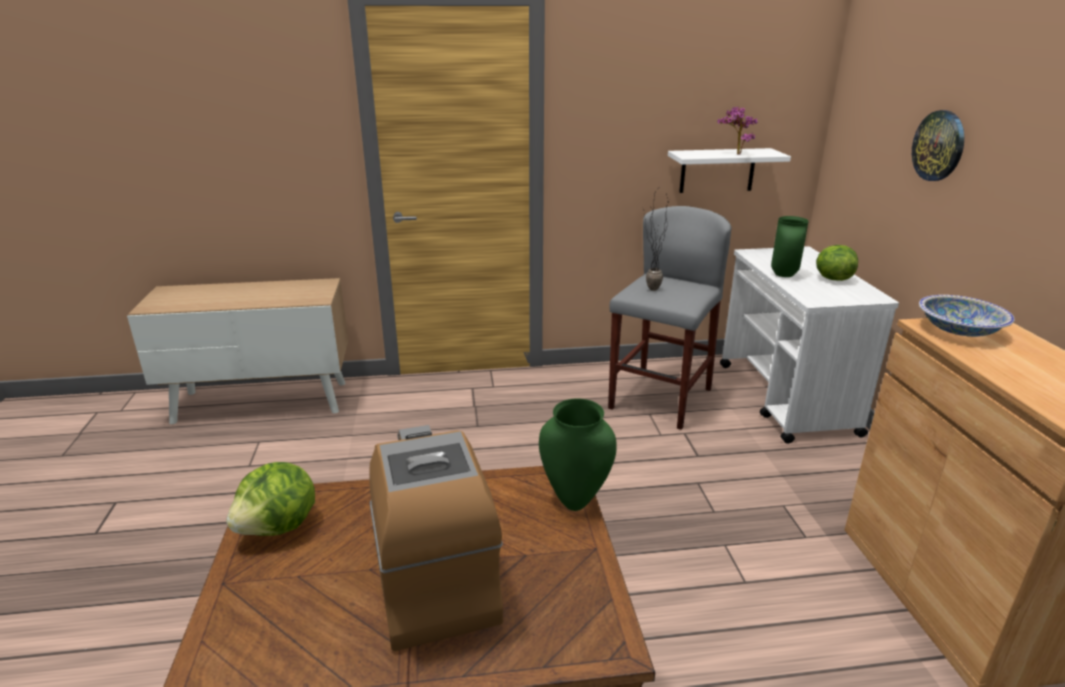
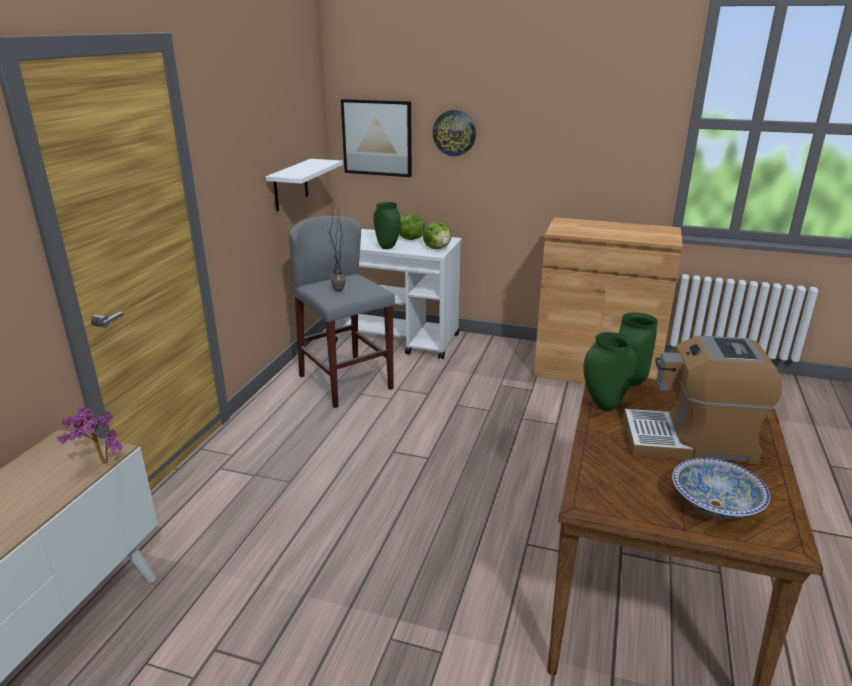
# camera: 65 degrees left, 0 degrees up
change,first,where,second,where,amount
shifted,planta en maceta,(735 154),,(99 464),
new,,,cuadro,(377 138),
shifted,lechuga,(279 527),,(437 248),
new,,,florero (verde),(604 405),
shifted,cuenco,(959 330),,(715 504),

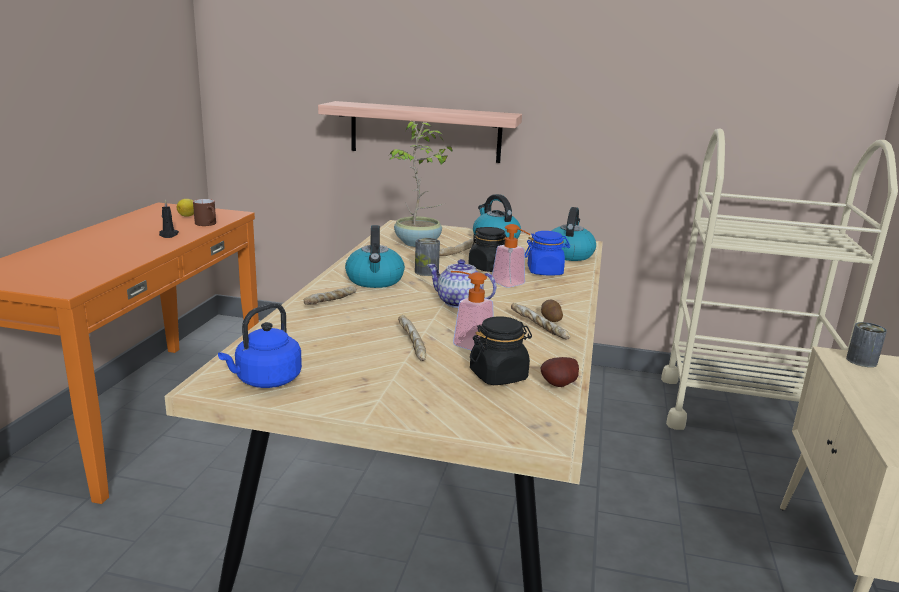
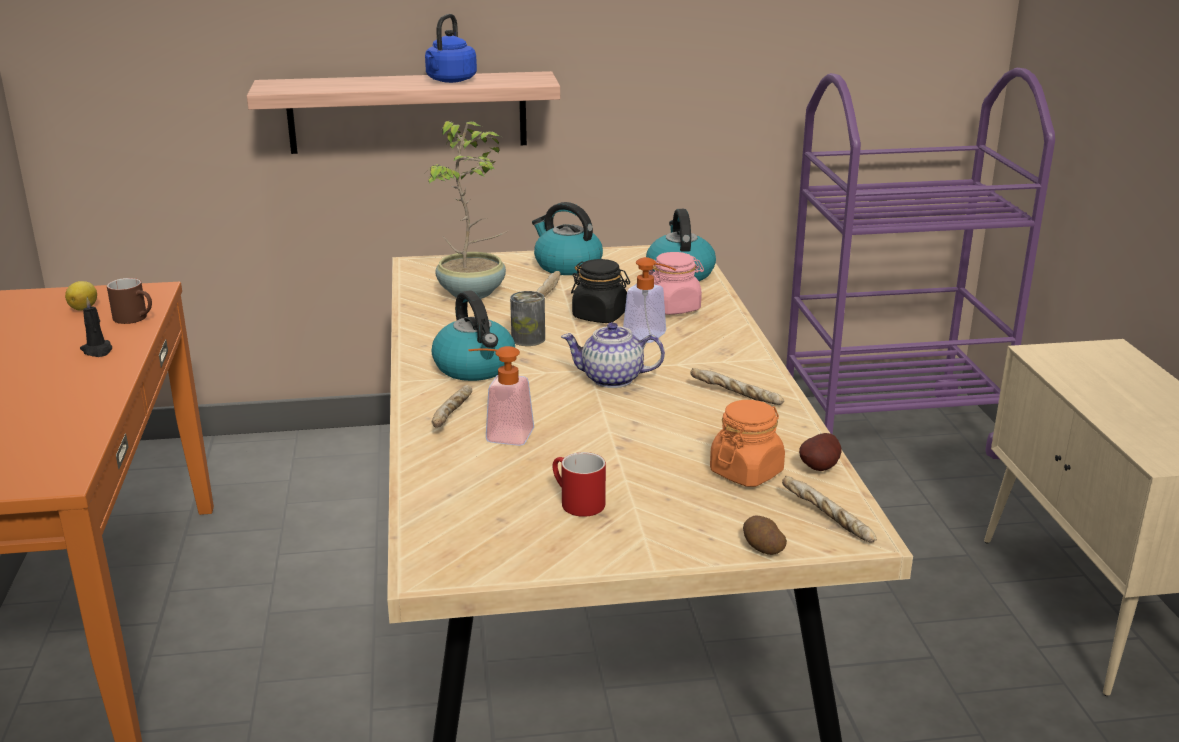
# camera: 20 degrees left, 5 degrees up
change,first,where,second,where,amount
shifted,hervidor (azul),(265 381),,(450 80),
shifted,dispensador de jabón,(467 343),,(501 435),
new,,,taza grande (rojo),(575 502),
repainted,tarro (azul),(545 272),tarro (rosa),(673 307),
repainted,tarro (negro),(498 375),tarro (naranja),(746 472),
shifted,patata,(550 319),,(762 547),
shifted,pan,(411 345),,(826 520),
repainted,carrito (beis),(740 411),carrito (morado),(888 429),
gone,lata,(861 361),,,

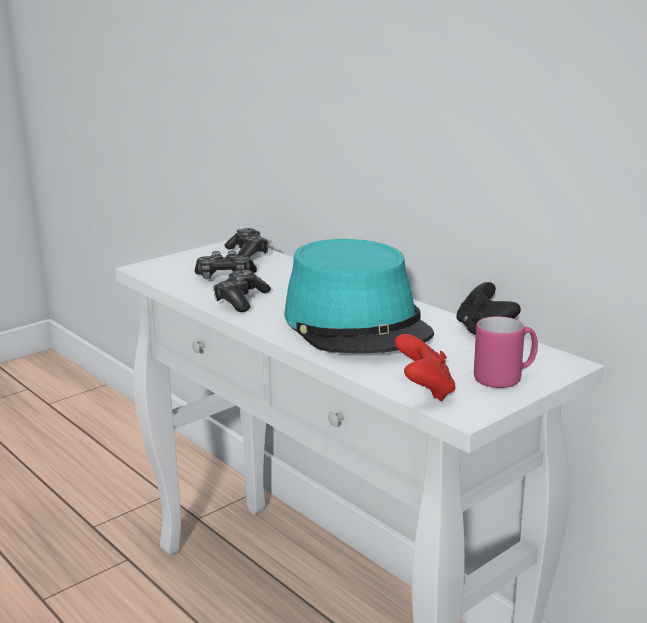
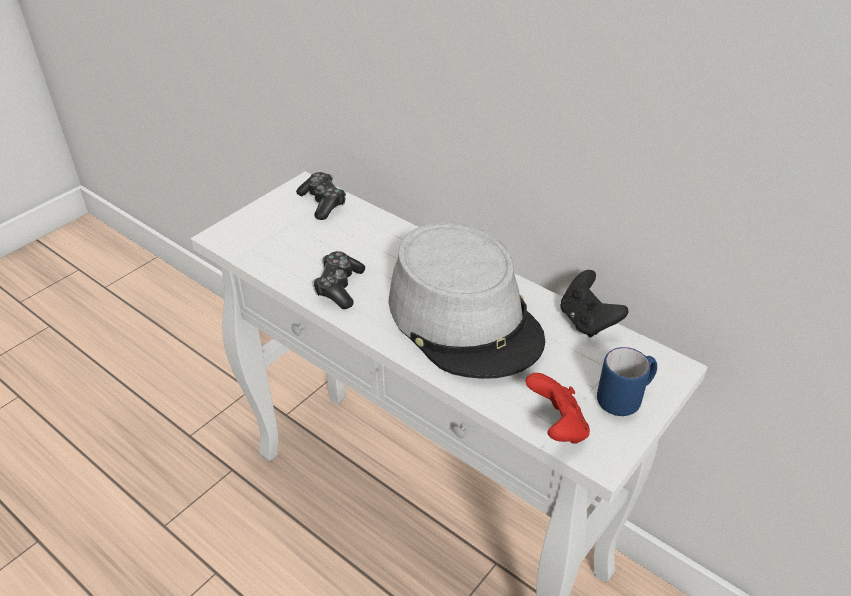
# camera: 10 degrees left, 20 degrees up
change,first,where,second,where,amount
repainted,sombrero (turquesa),(357 323),sombrero (gris),(464 318),
repainted,taza grande (rosa),(505 379),taza grande (azul),(625 398),
gone,mando de consola,(225 277),,,

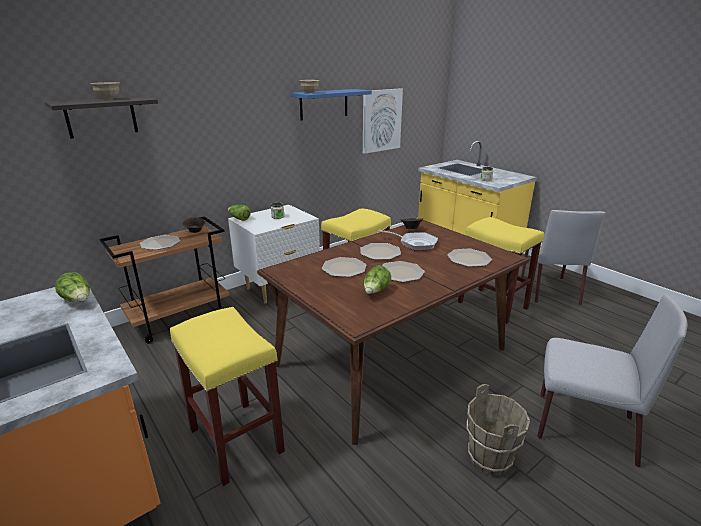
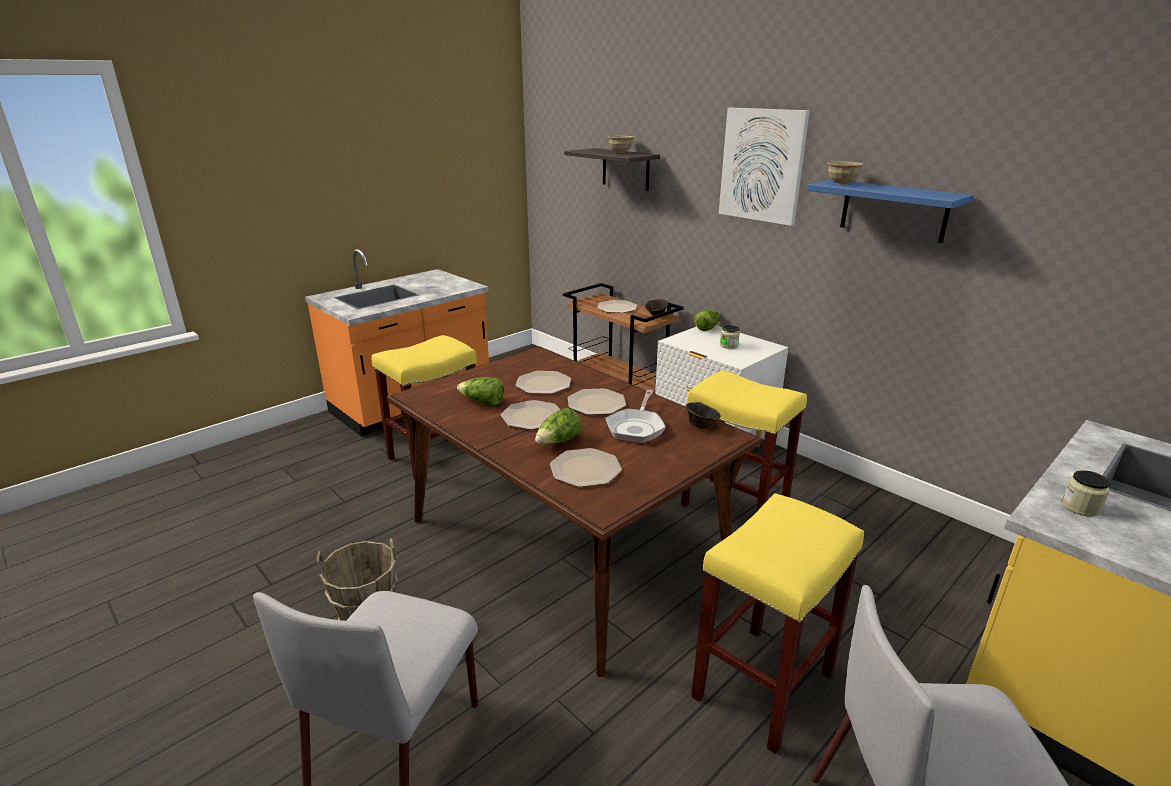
# camera: 85 degrees right, 0 degrees up
change,first,where,second,where,amount
shifted,lechuga,(78 300),,(558 442),
shifted,cuadro,(381 120),,(762 165),

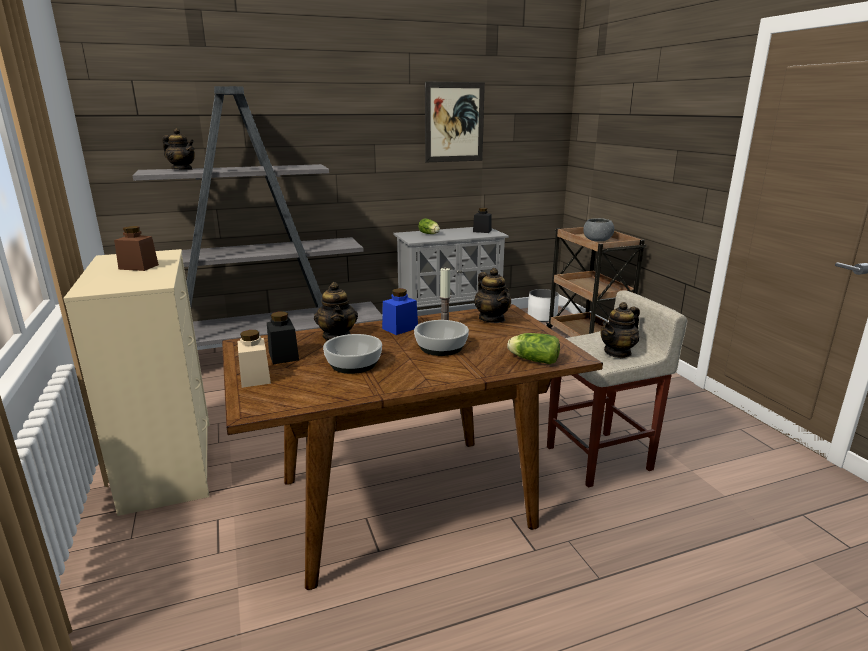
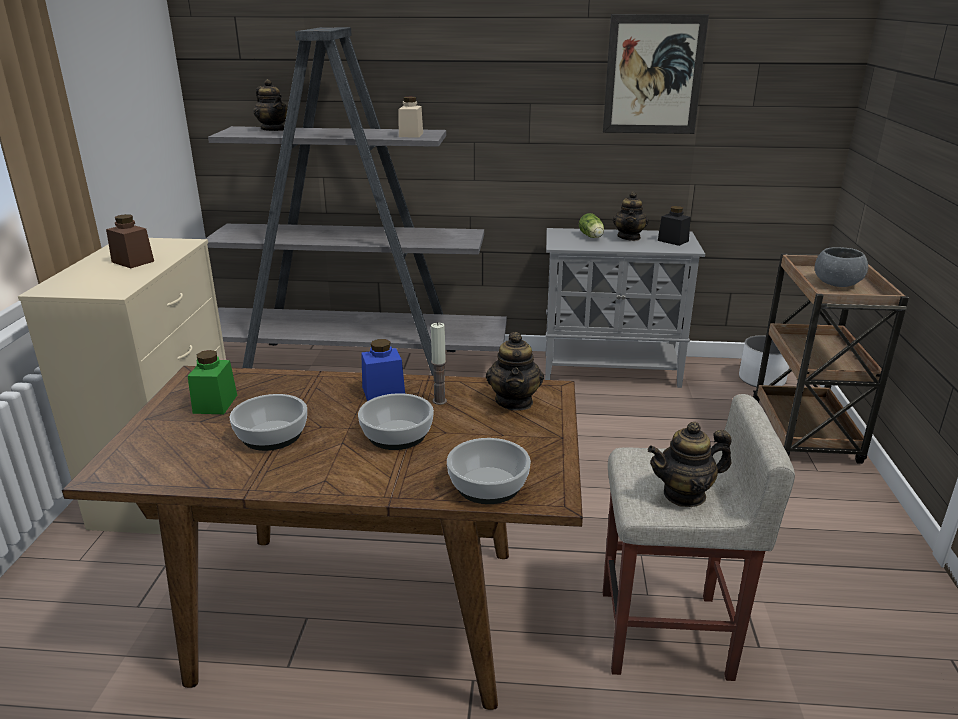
# camera: 25 degrees right, 5 degrees up
change,first,where,second,where,amount
repainted,tarro (negro),(283 356),tarro (verde),(215 404),
shifted,tarro (beis),(255 378),,(411 135),
swapped,lechuga,(532 360),cuenco,(488 486),
shifted,tetera,(337 336),,(629 237),

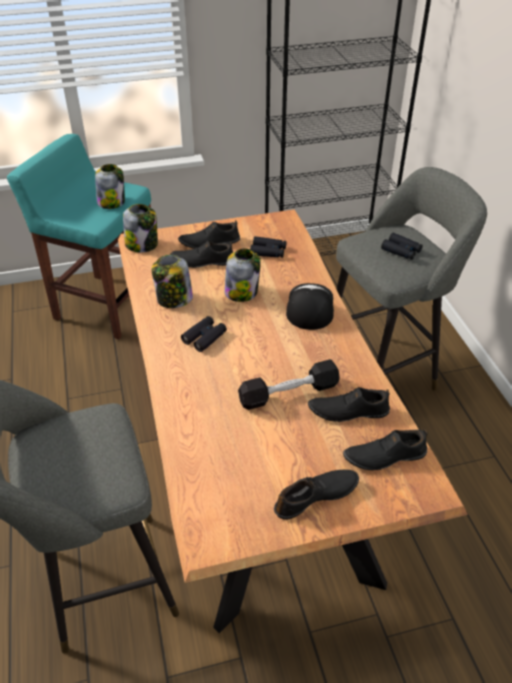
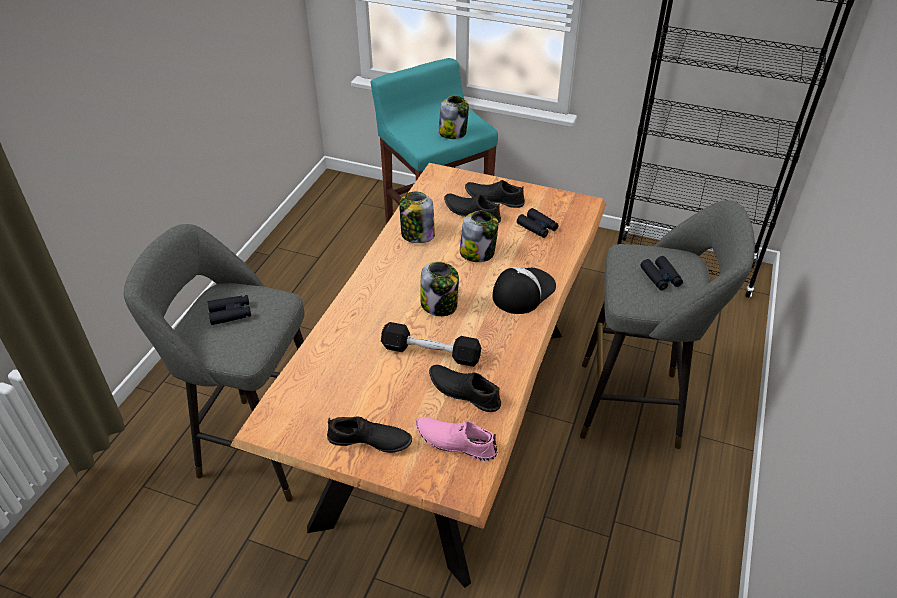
# camera: 35 degrees right, 0 degrees up
change,first,where,second,where,amount
shifted,prismáticos (negro),(204 337),,(230 313),
repainted,zapato (negro),(384 456),zapato (rosa),(456 442),
shifted,tarro,(142 244),,(440 305),

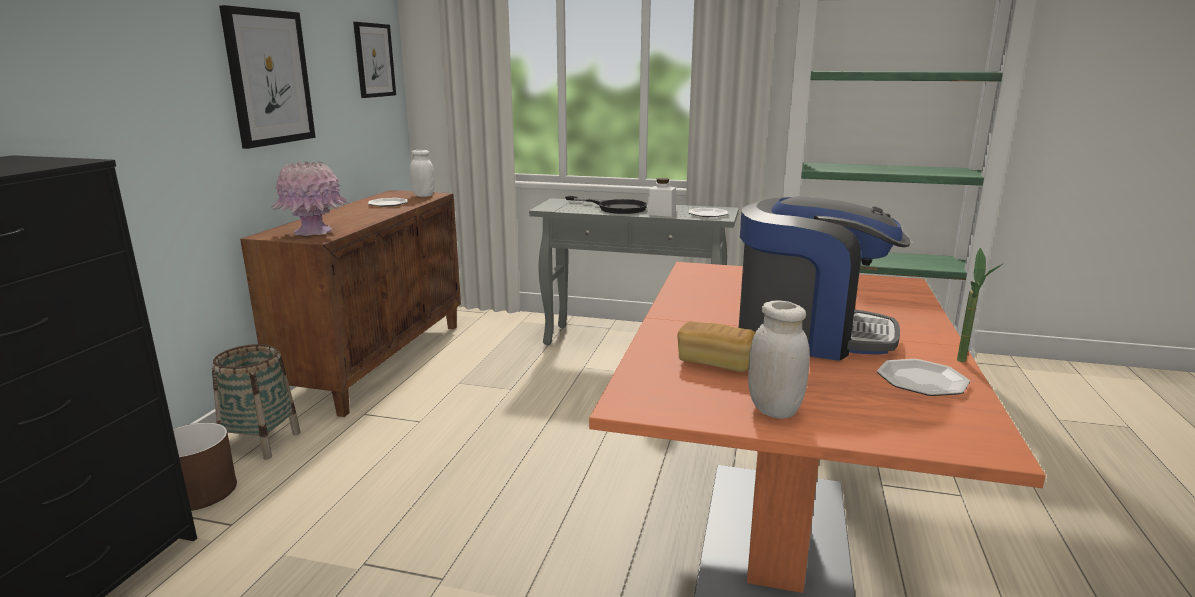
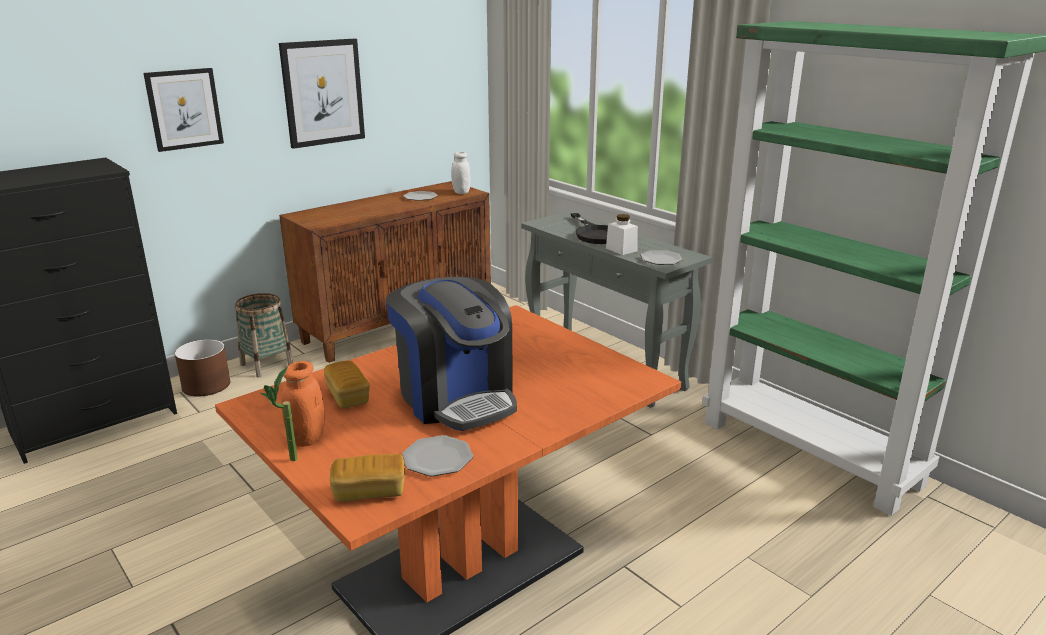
# camera: 35 degrees right, 5 degrees up
change,first,where,second,where,amount
shifted,cuadro,(374 60),,(184 109),
shifted,planta en maceta,(965 364),,(287 463),
repainted,tarro (blanco),(774 409),tarro (naranja),(306 438),
new,,,pan,(369 491),
gone,florero (rosa),(314 232),,,

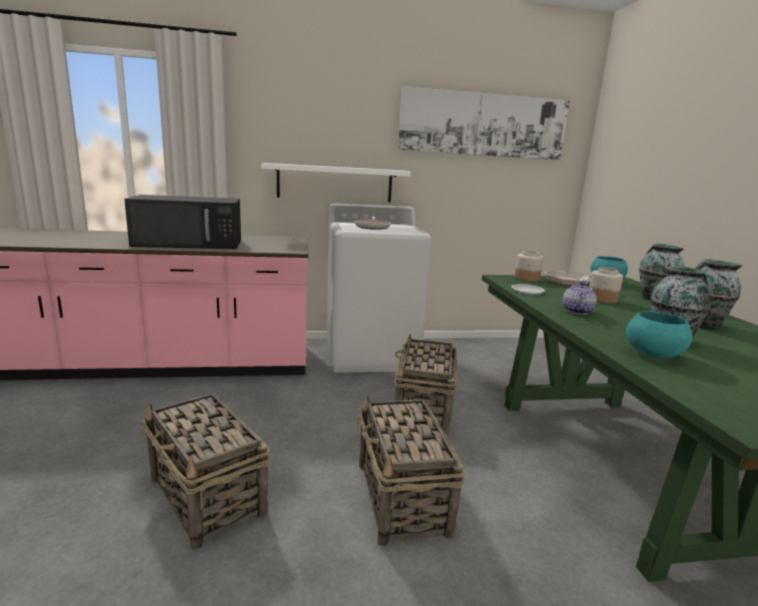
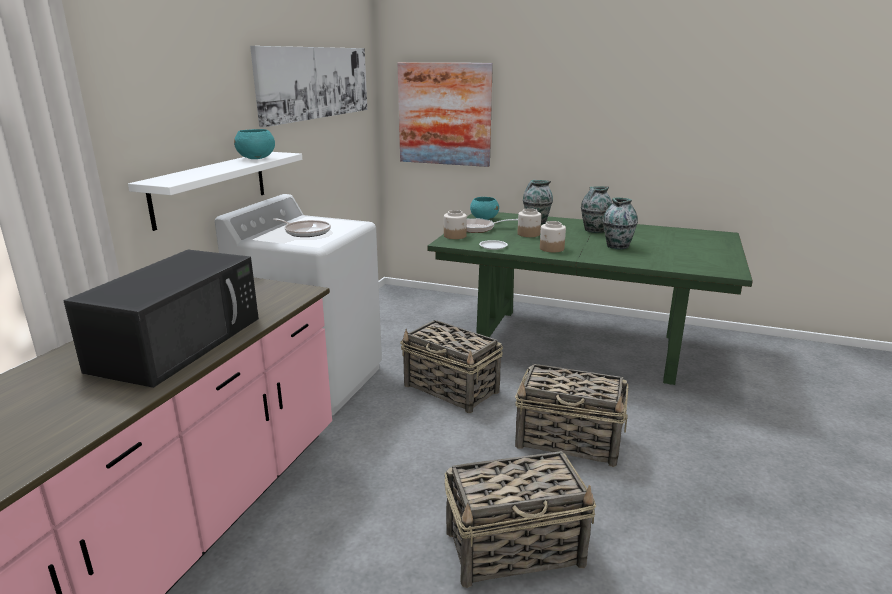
# camera: 60 degrees left, 5 degrees up
change,first,where,second,where,amount
shifted,cuenco (turquesa),(653 355),,(256 158),
new,,,cuadro,(444 114),
swapped,tetera,(576 311),tarro,(551 249),

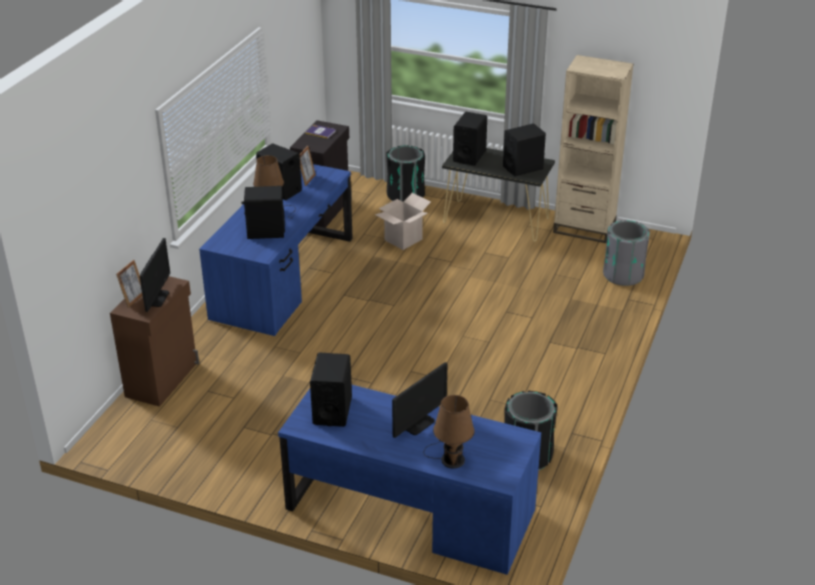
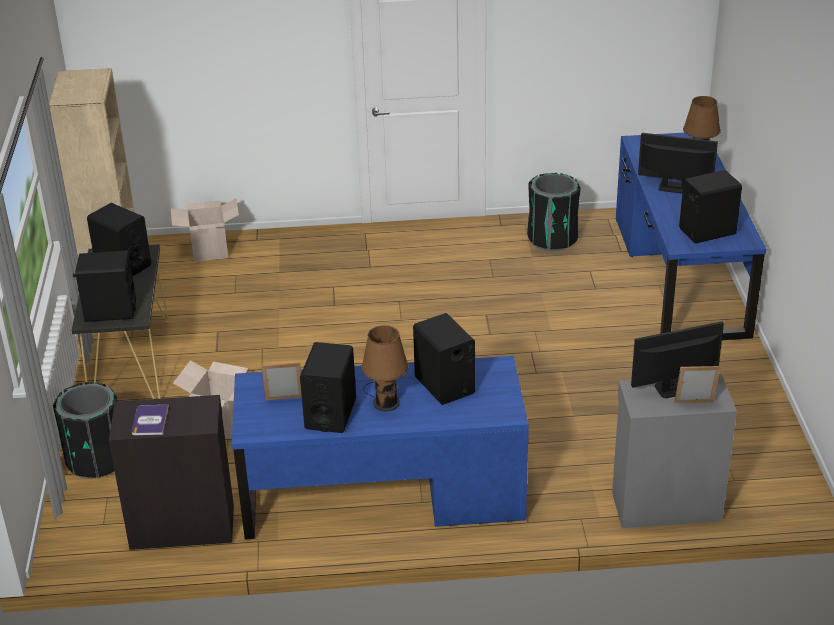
# camera: 115 degrees left, 0 degrees up
change,first,where,second,where,amount
swapped,papelera (gris),(623 275),caja de cartón,(210 251),
repainted,armario (marrón),(163 379),armario (gris),(664 505),

